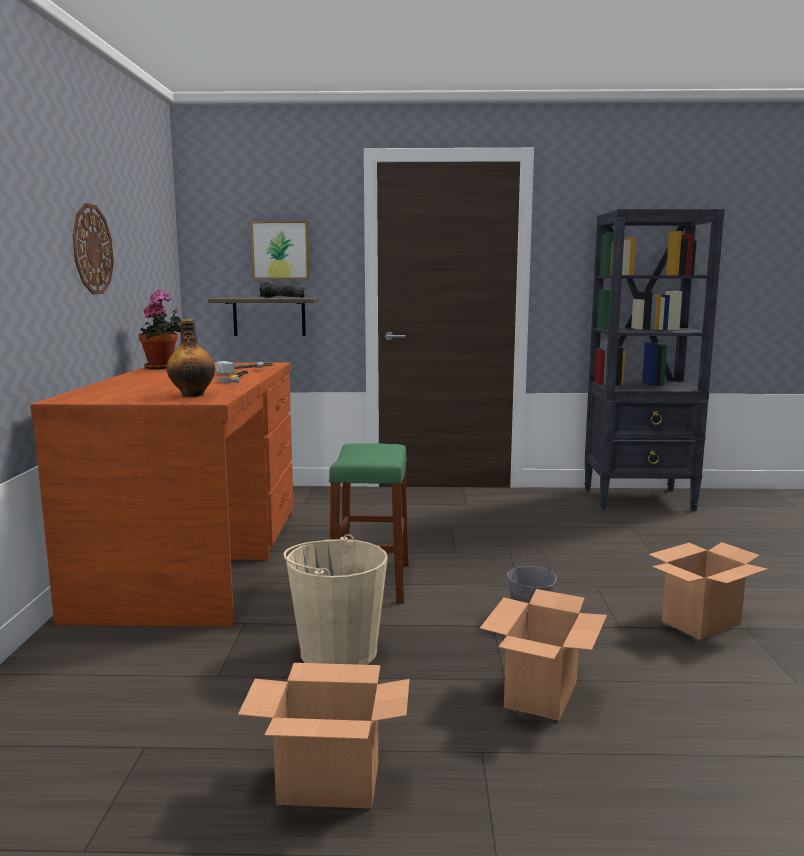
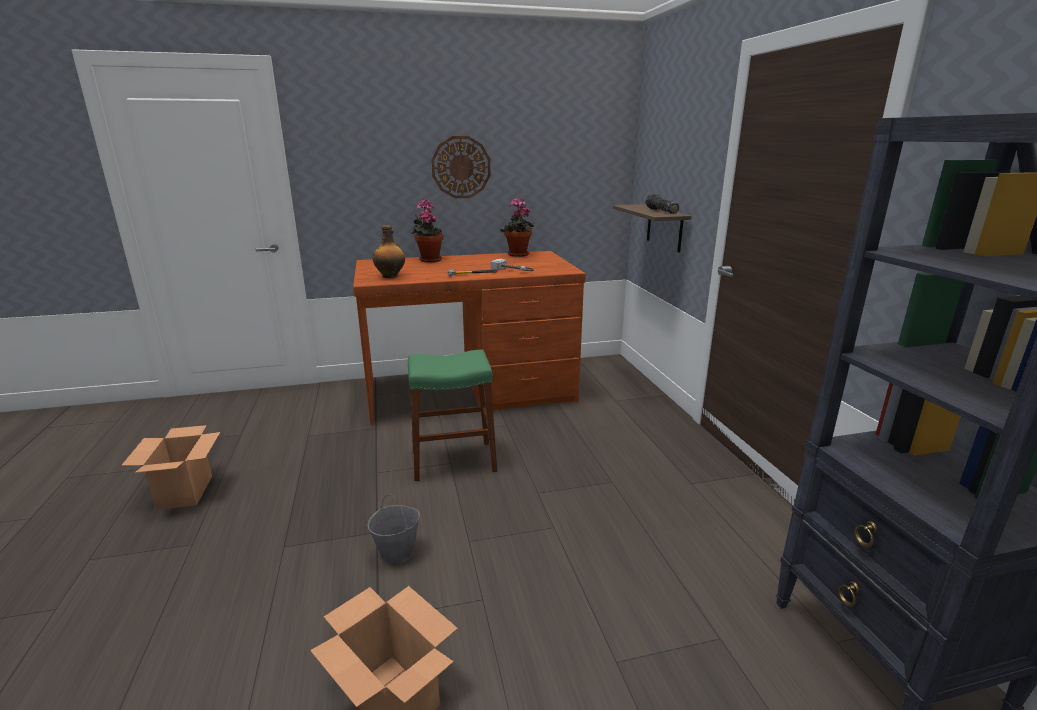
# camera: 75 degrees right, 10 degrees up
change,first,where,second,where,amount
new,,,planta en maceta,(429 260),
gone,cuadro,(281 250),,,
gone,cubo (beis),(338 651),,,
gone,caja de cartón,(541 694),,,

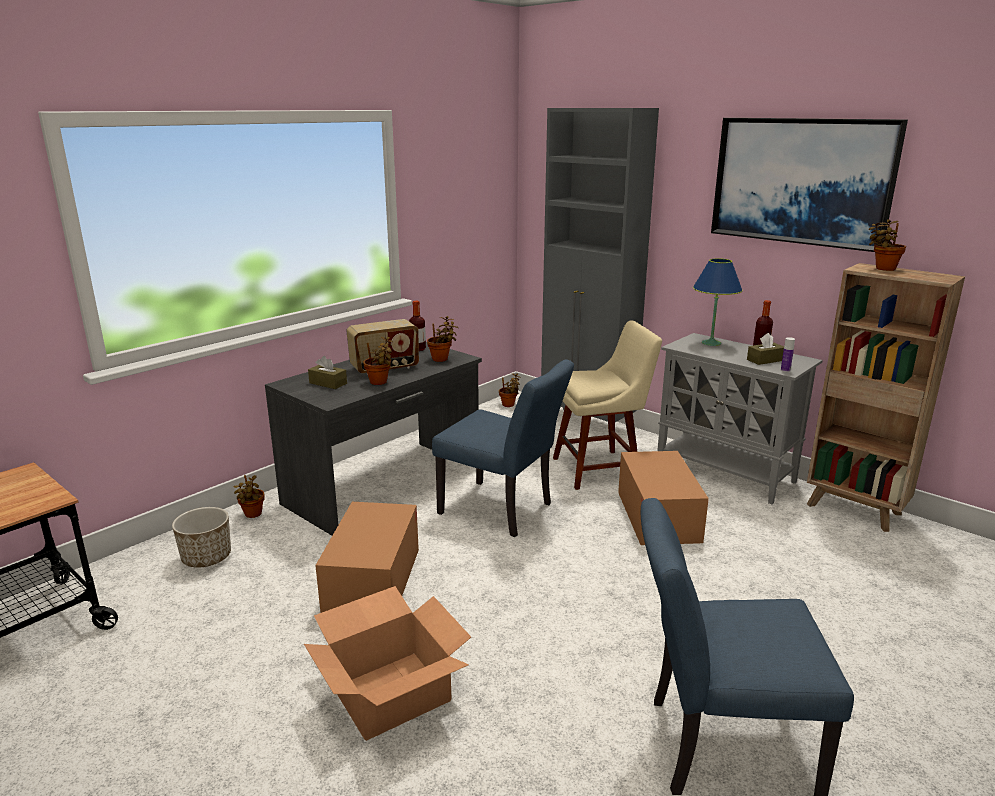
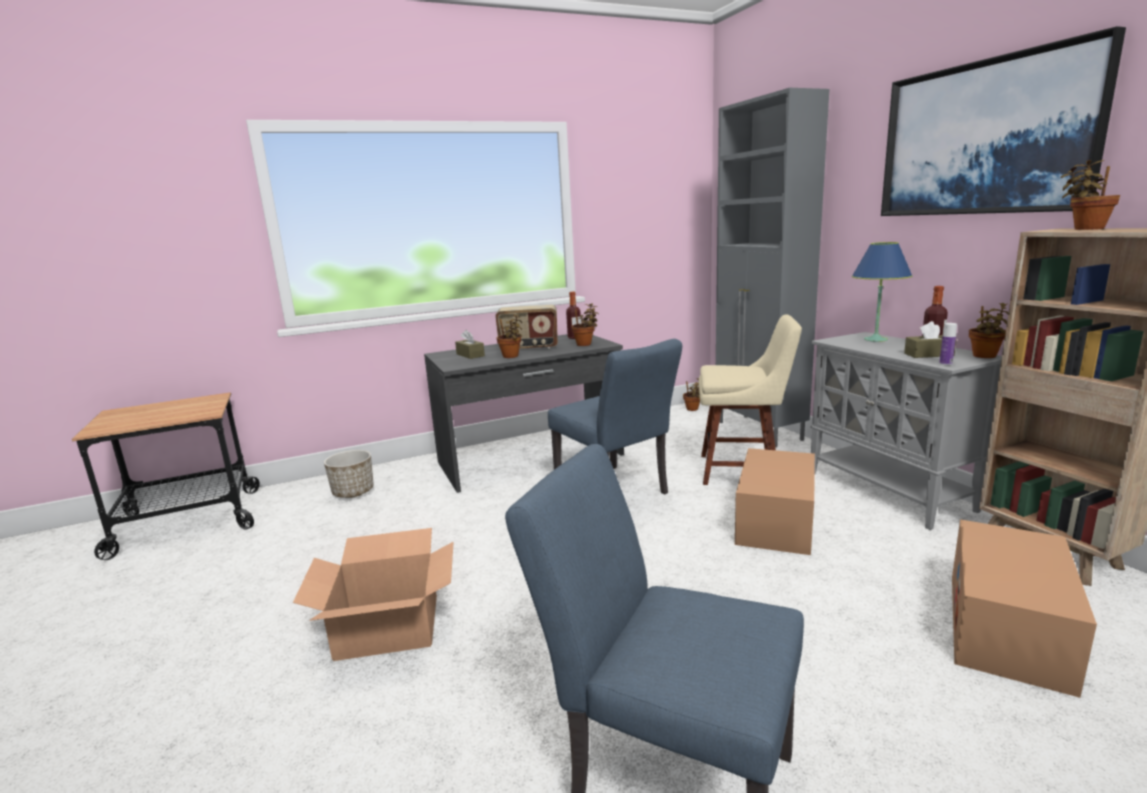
# camera: 25 degrees right, 5 degrees down
change,first,where,second,where,amount
shifted,caja de cartón,(373 580),,(1007 629),
shifted,planta en maceta,(252 515),,(984 356),

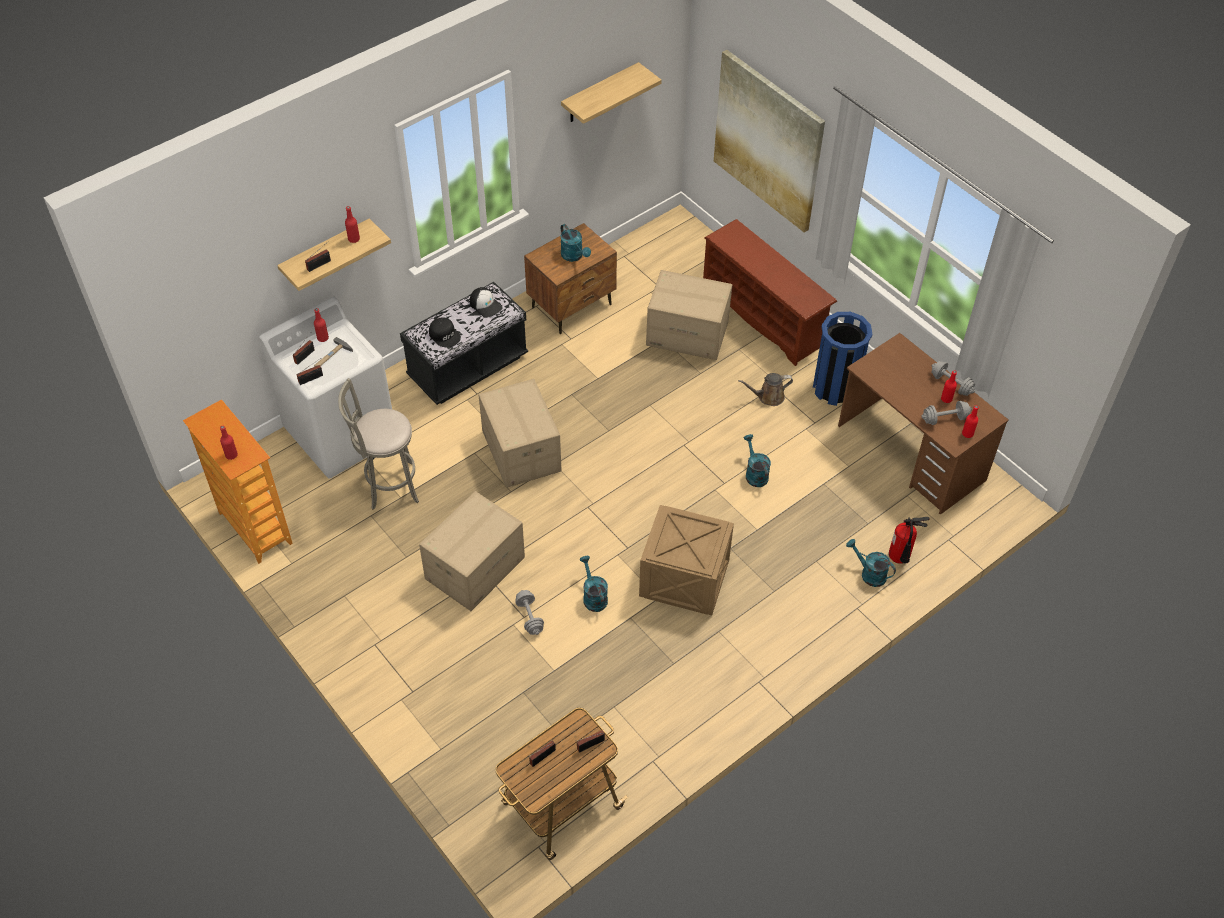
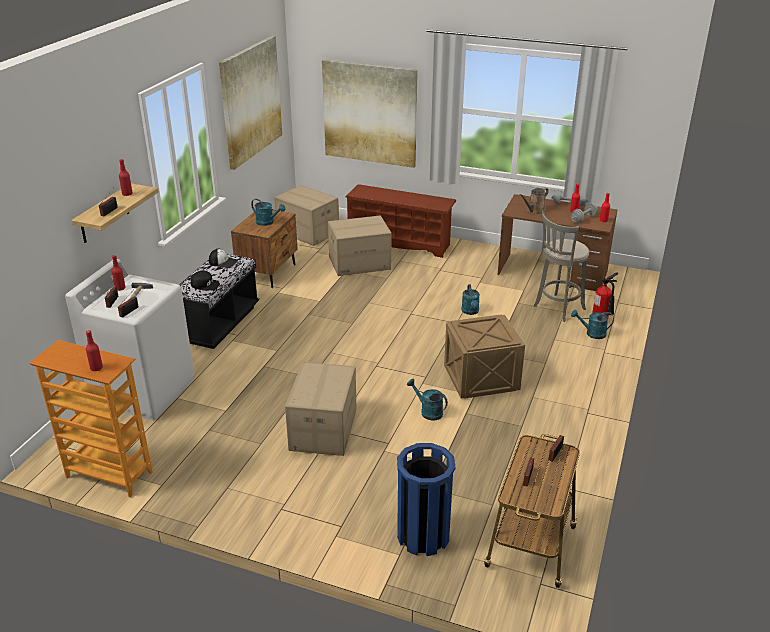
# camera: 30 degrees left, 20 degrees down
change,first,where,second,where,amount
swapped,estante,(600 94),cuadro,(251 101),
shifted,caja de cartón,(520 451),,(307 232),
shifted,papelera (azul),(835 388),,(423 536),
rotated,regadera (turquesa),(755 473),,(470 312),135 degrees counterclockwise
shifted,regadera (marrón),(768 397),,(534 211),
shifted,taburete (gris),(389 486),,(557 308),
gone,mancuerna (gris),(529 617),,,

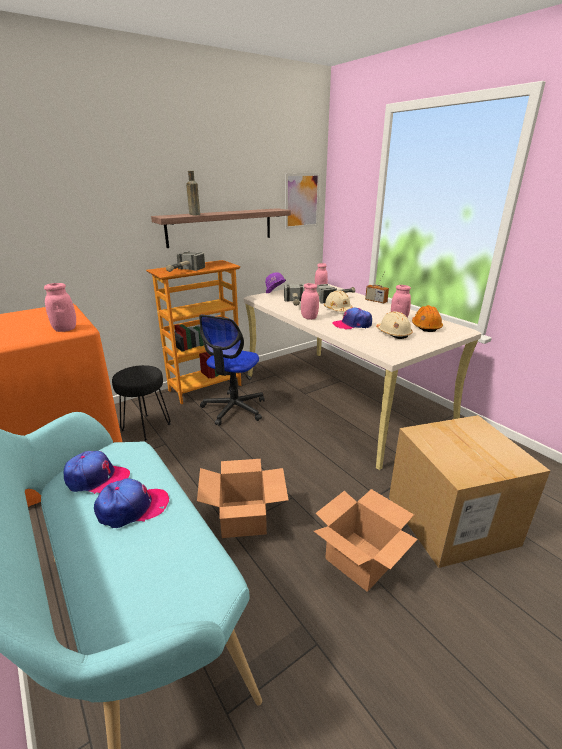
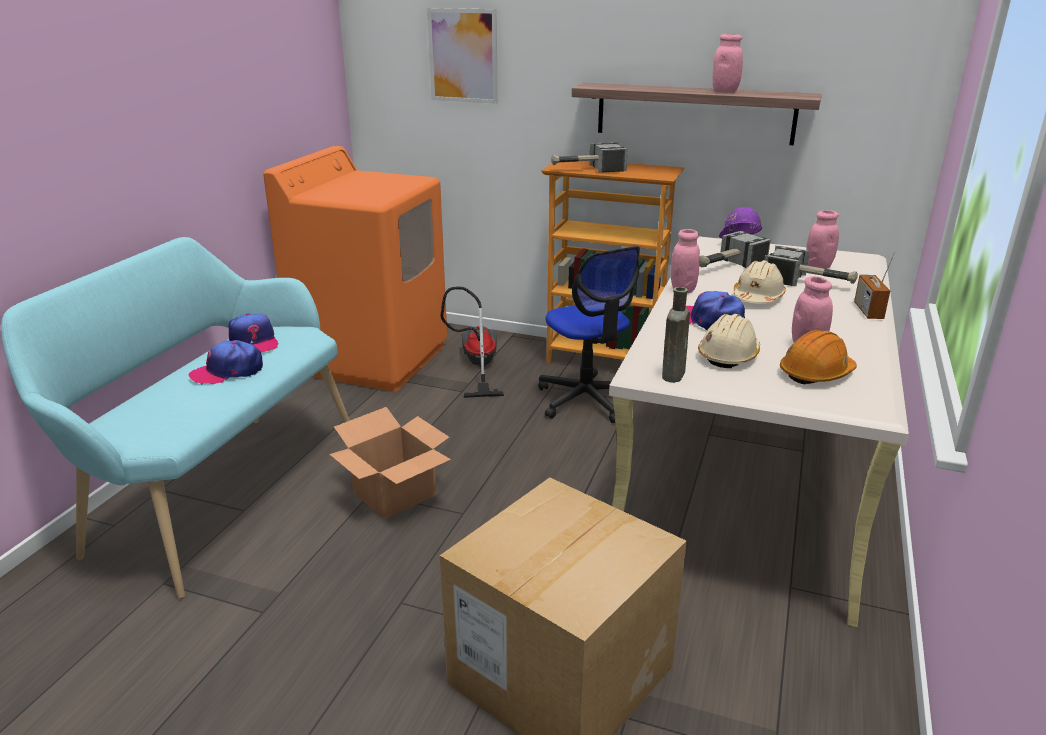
# camera: 55 degrees right, 0 degrees up
change,first,where,second,where,amount
rotated,gorra,(132 508),,(228 371),120 degrees clockwise
shifted,cuadro,(301 201),,(463 56),
swapped,taburete (negro),(146 427),aspiradora,(476 366),
rotated,silla de oficina,(234 409),,(587 399),105 degrees counterclockwise
shifted,botella (marrón),(194 214),,(673 374),
shifted,tarro (rosa),(65 329),,(725 91),
gone,caja de cartón,(359 559),,,

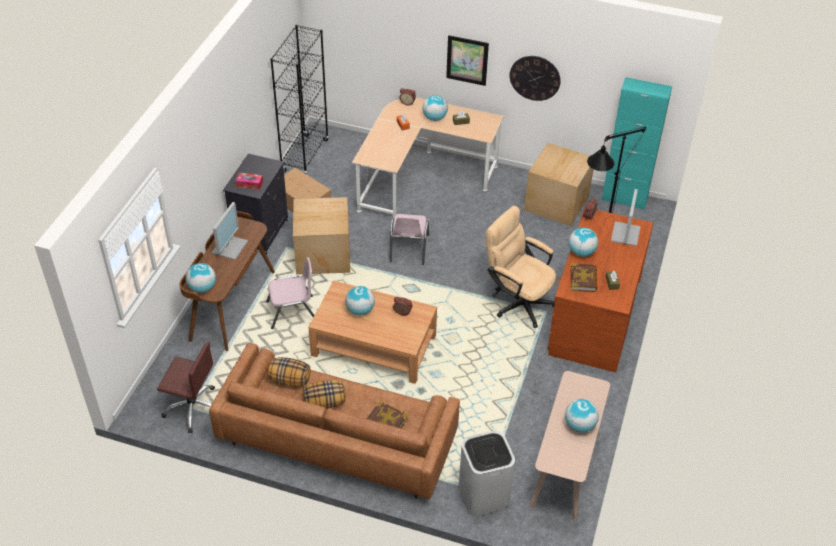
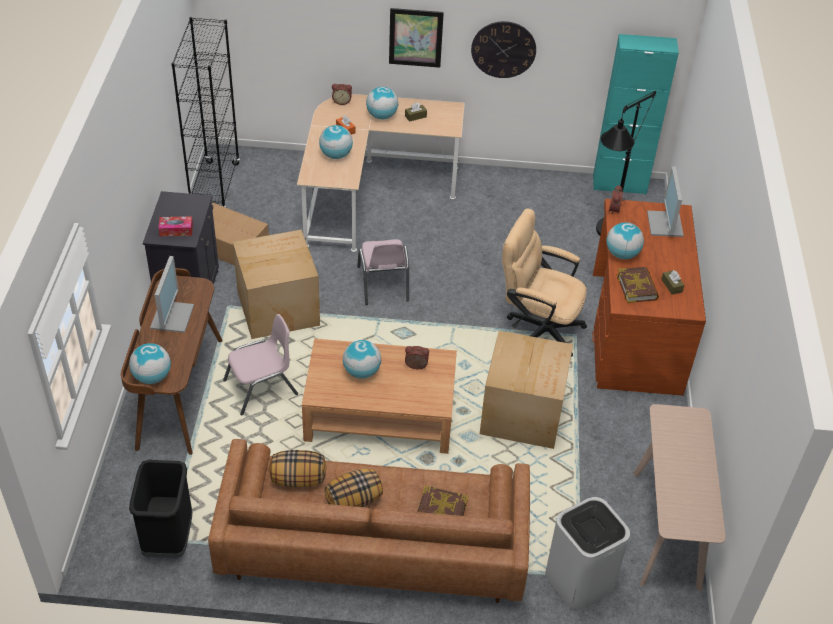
# camera: 15 degrees left, 0 degrees up
change,first,where,second,where,amount
swapped,silla de oficina (marrón),(193 408),papelera (negro),(169 539),
shifted,globo terráqueo,(579 425),,(336 155),
shifted,caja de cartón,(557 203),,(523 413),

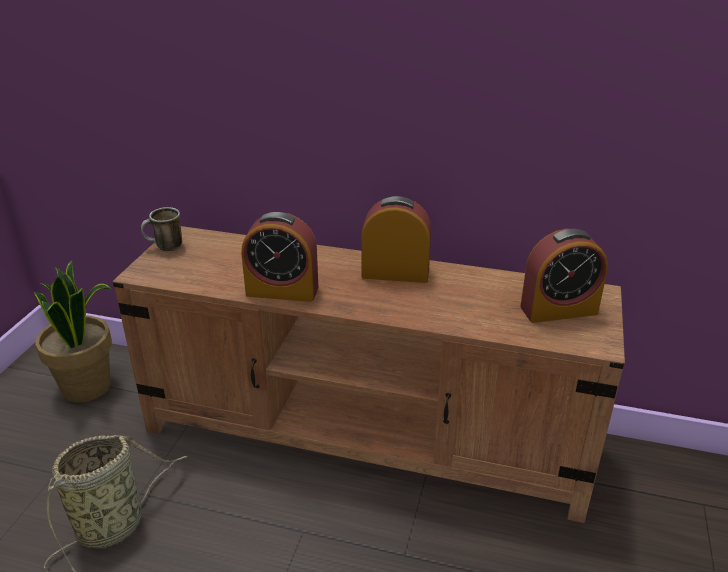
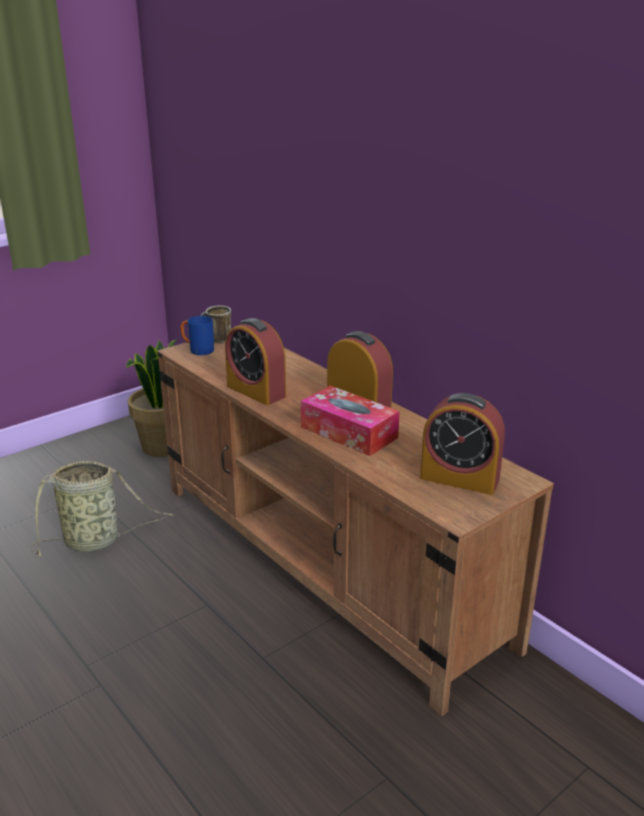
# camera: 35 degrees right, 5 degrees down
change,first,where,second,where,amount
new,,,taza grande (azul),(197 350),
new,,,caja de pañuelos,(349 432),

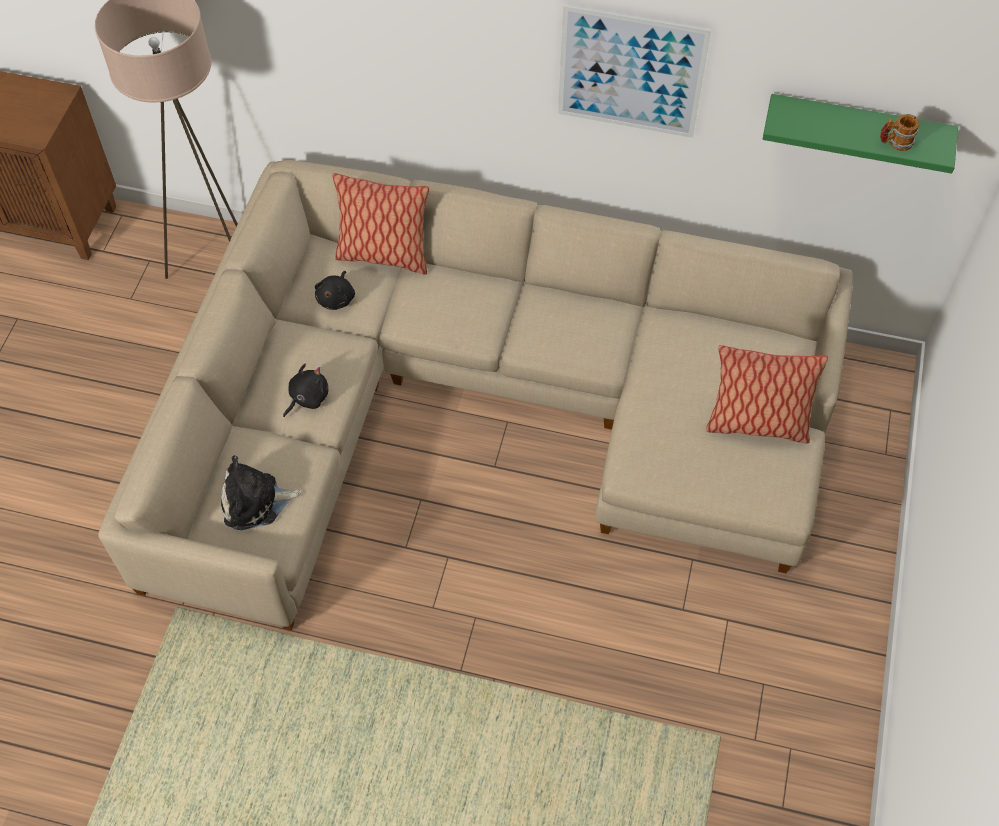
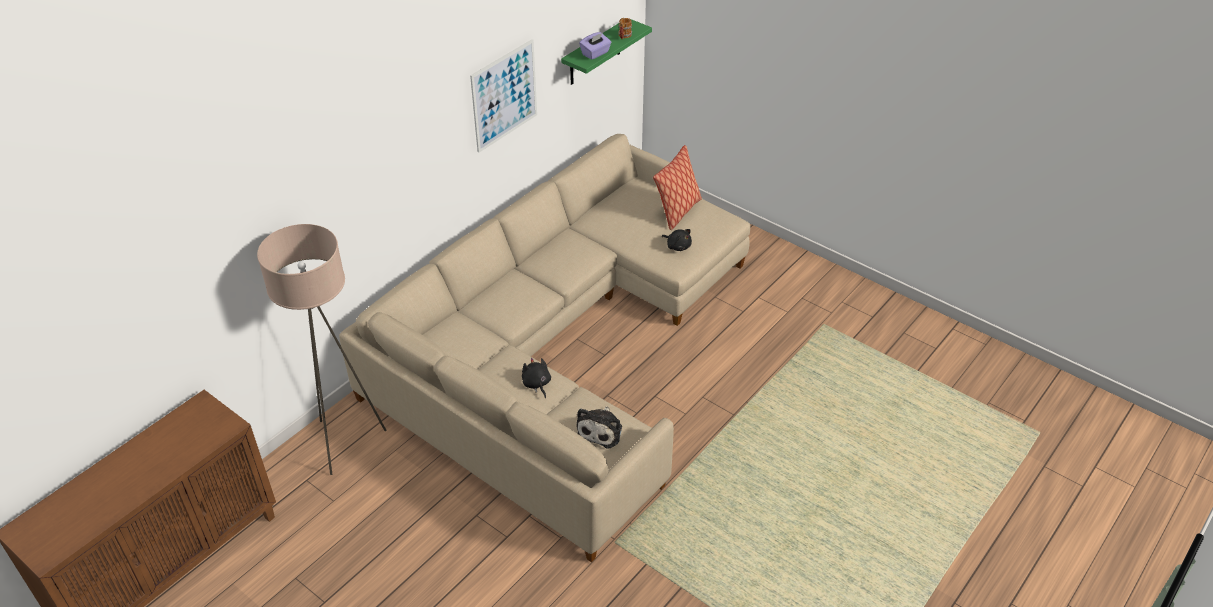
# camera: 65 degrees left, 15 degrees down
change,first,where,second,where,amount
new,,,caja de pañuelos (morado),(595 53),
shifted,peluche (negro),(337 298),,(677 246),
gone,cojín,(383 256),,,

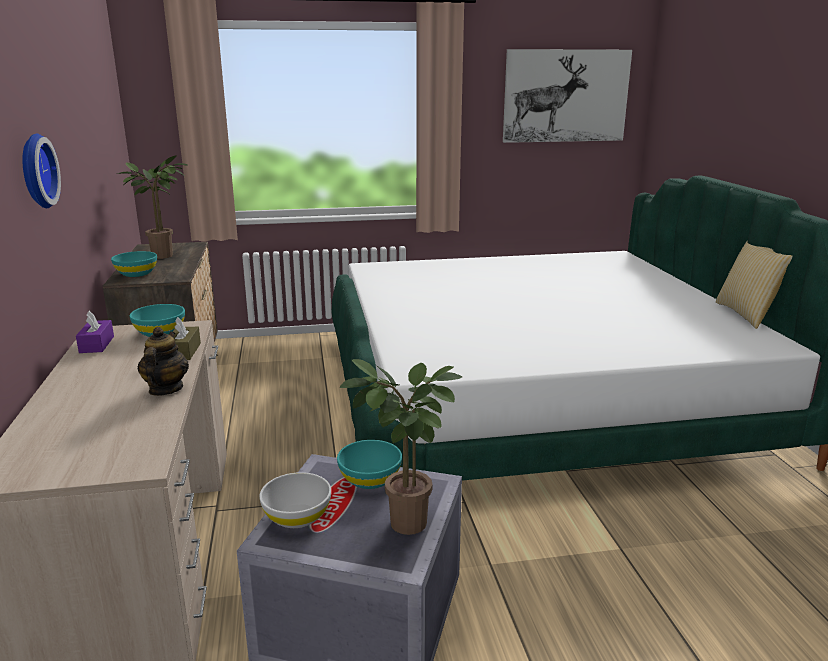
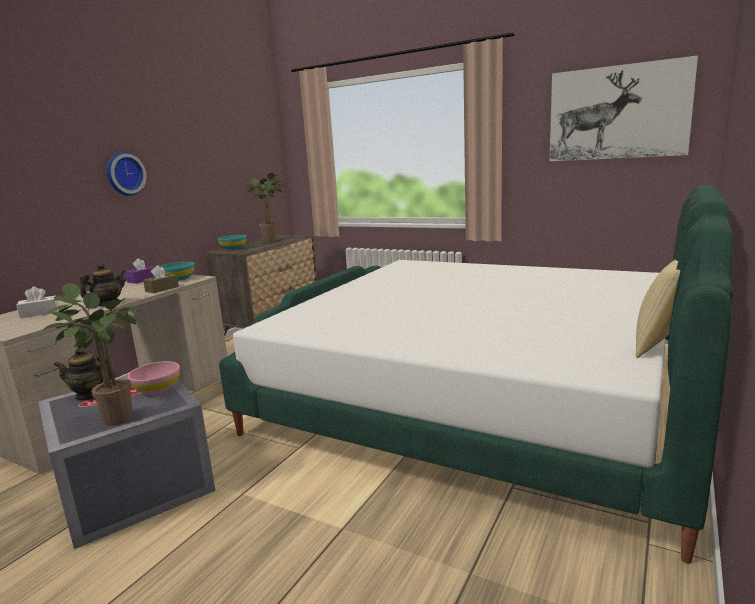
# camera: 40 degrees right, 5 degrees down
change,first,where,second,where,amount
new,,,caja de pañuelos (blanco),(39 313),
swapped,cuenco (blanco),(297 516),tetera,(89 395),
repainted,cuenco (turquesa),(370 479),cuenco (rosa),(157 389),

